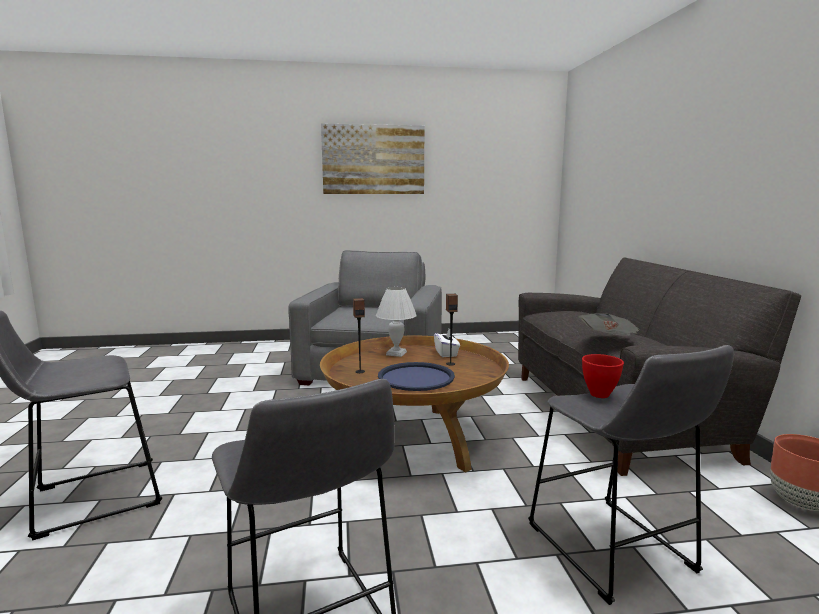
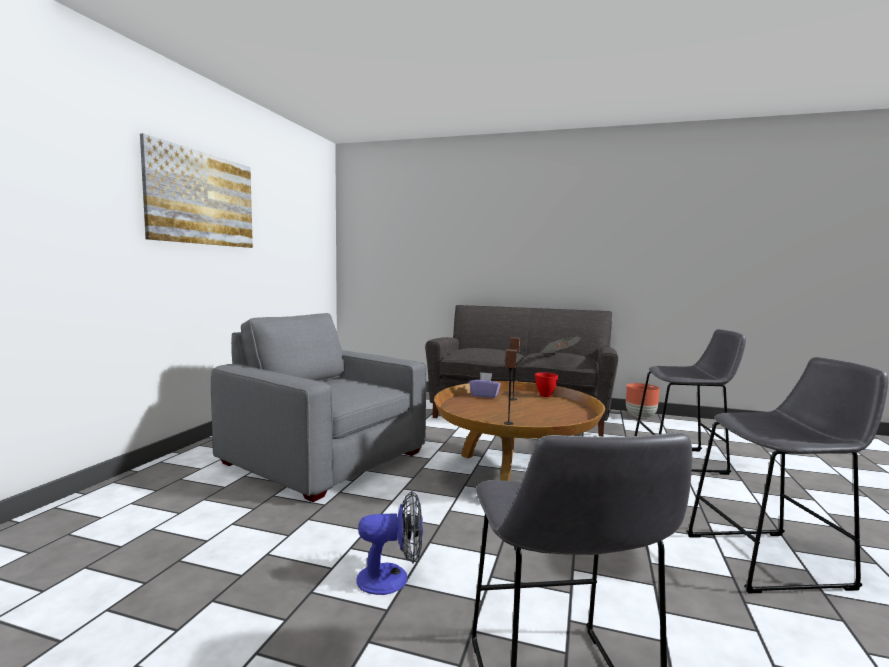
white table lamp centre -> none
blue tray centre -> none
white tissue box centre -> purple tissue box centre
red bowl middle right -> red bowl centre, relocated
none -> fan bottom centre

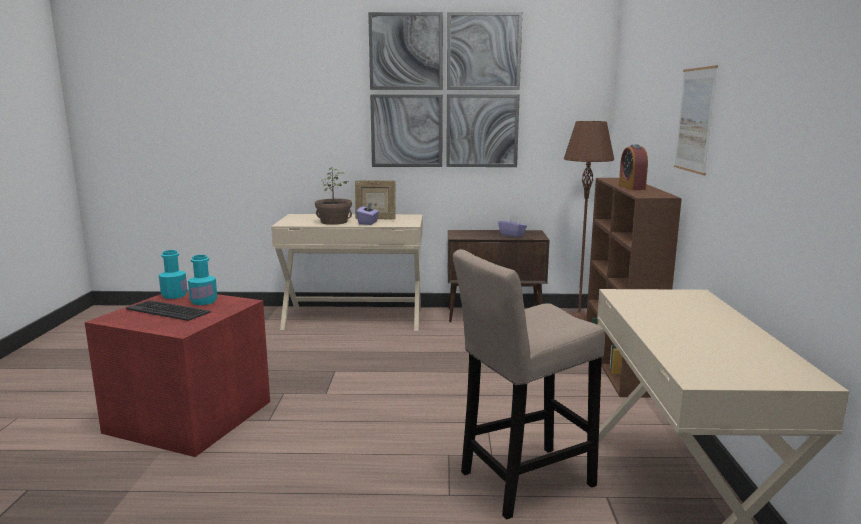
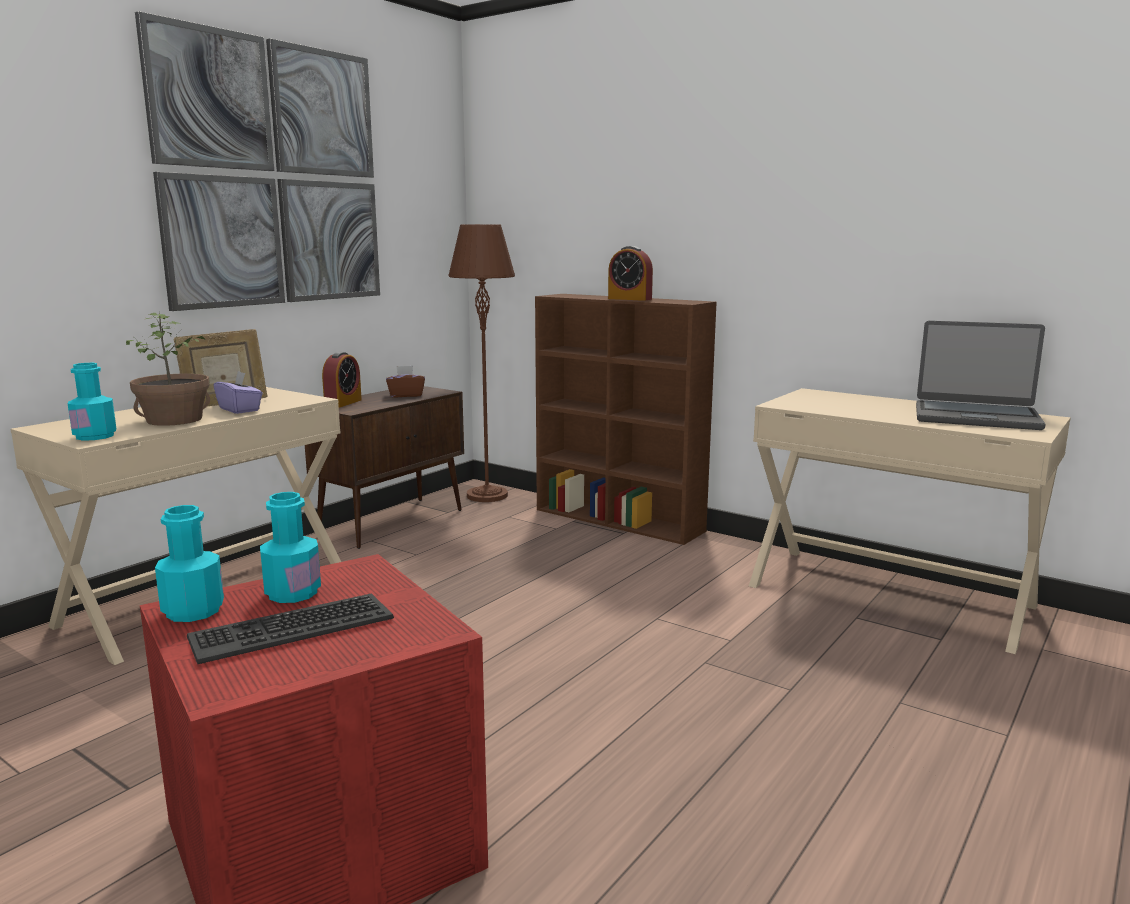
beige stool bottom centre -> none
purple tissue box (no. 2 from left) centre -> brown tissue box centre
picture (no. 2 from left) top right -> none
none -> turquoise bottle (no. 1 from left) middle left
none -> alarm clock (no. 1 from left) middle left
none -> laptop middle right

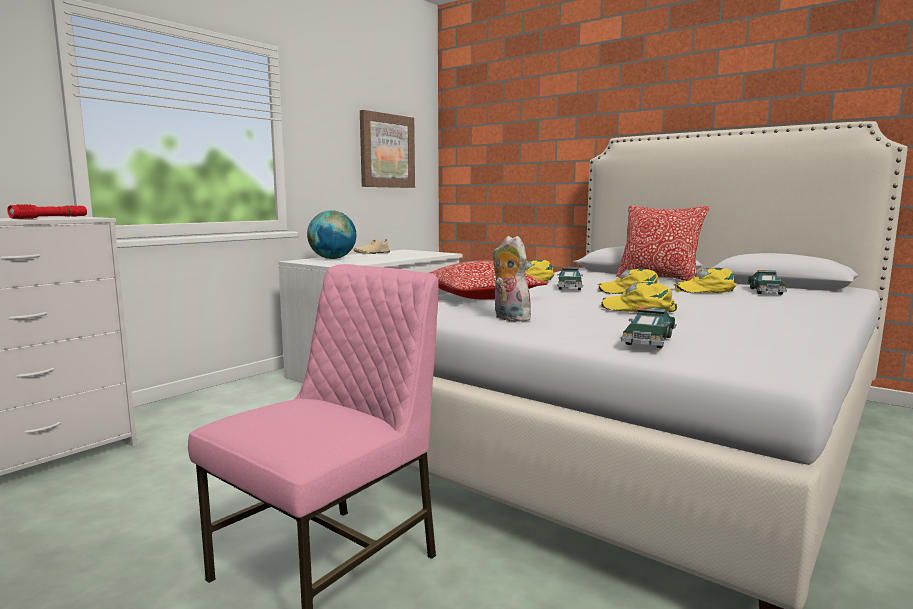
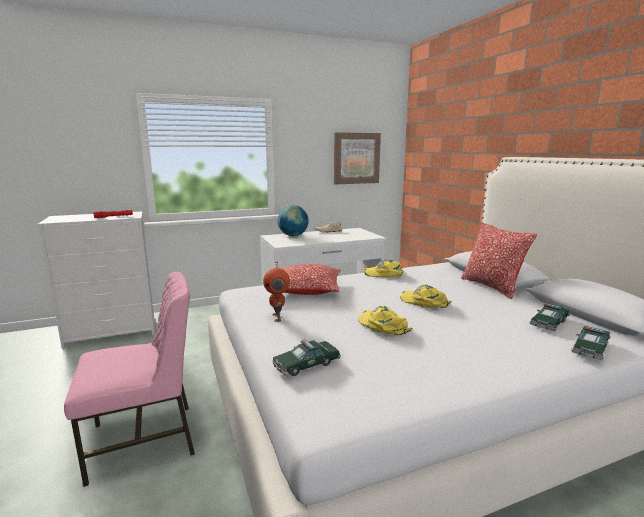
plush toy centre -> toy robot centre
toy car (no. 1 from left in the first image) centre -> toy car (no. 3 from left) middle right, relocated
yellow cap (no. 4 from left) middle right -> none

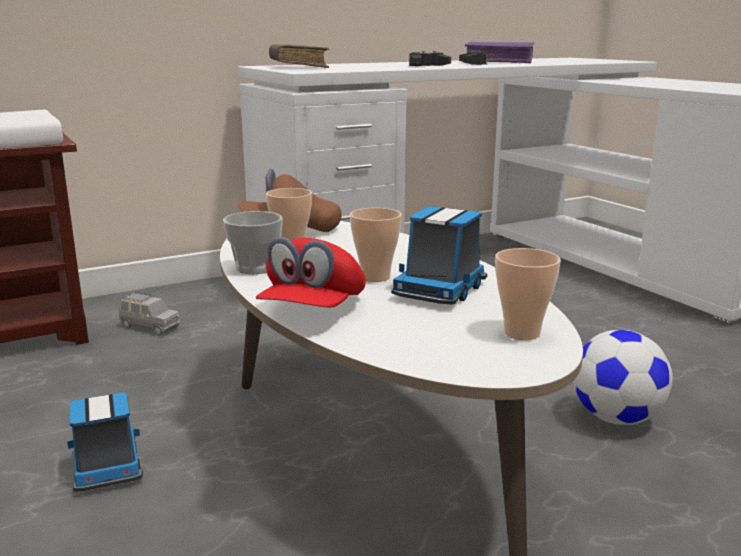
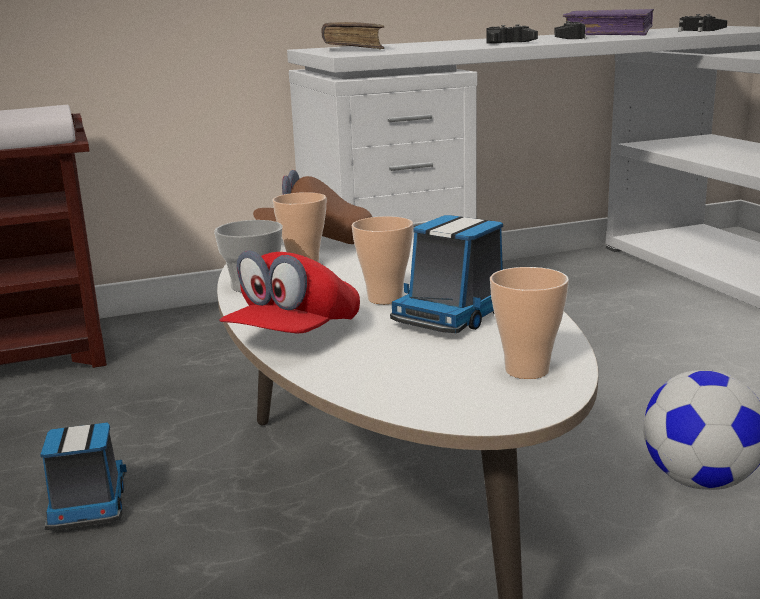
grey toy car middle left -> none
none -> black game controller (no. 3 from left) top right

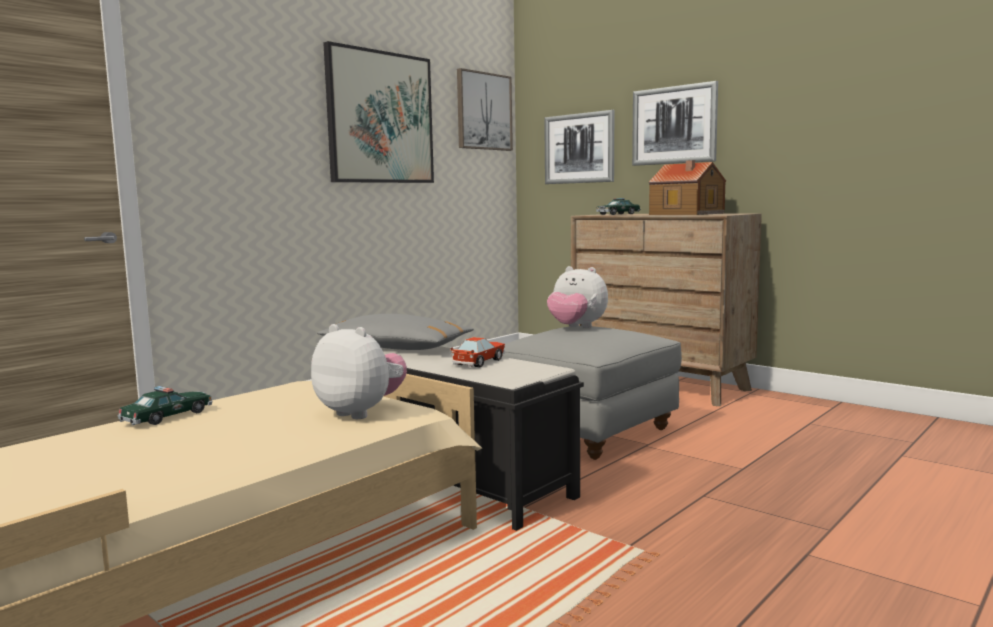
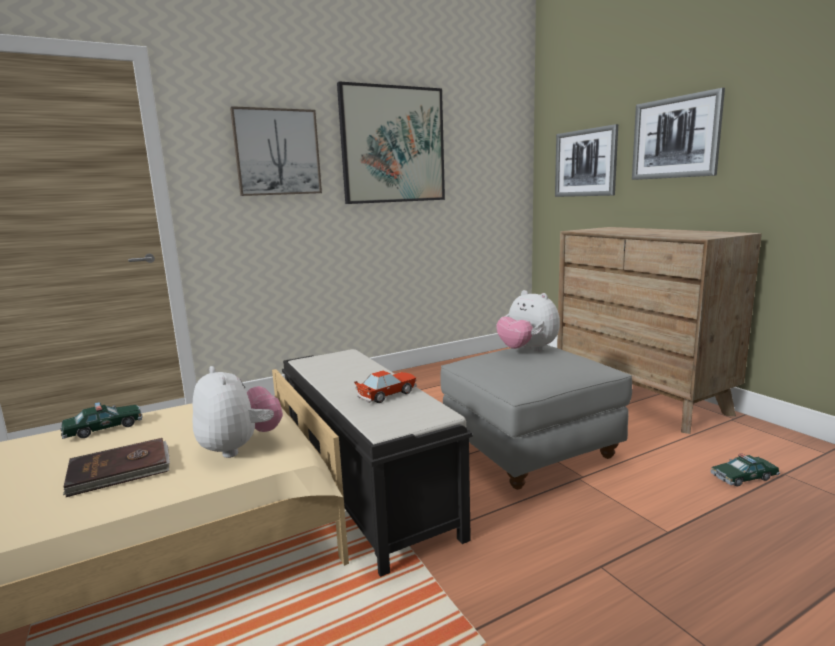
grey pillow centre -> none
picture (no. 2 from left in the first image) top centre -> picture (no. 1 from left) top left, relocated
toy car (no. 3 from left) top centre -> toy car (no. 3 from left) bottom right, relocated
toy house top right -> none
none -> brown book bottom left

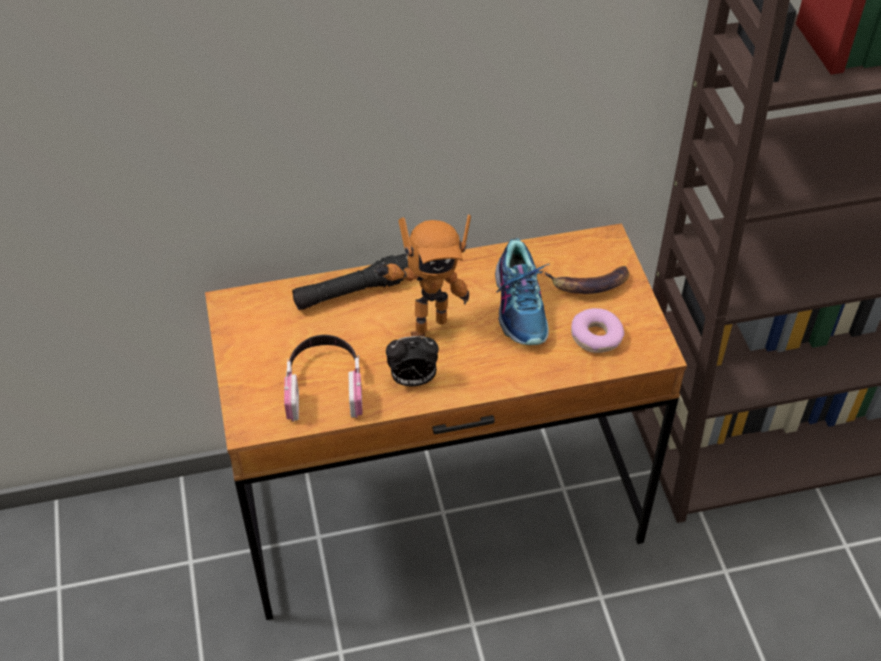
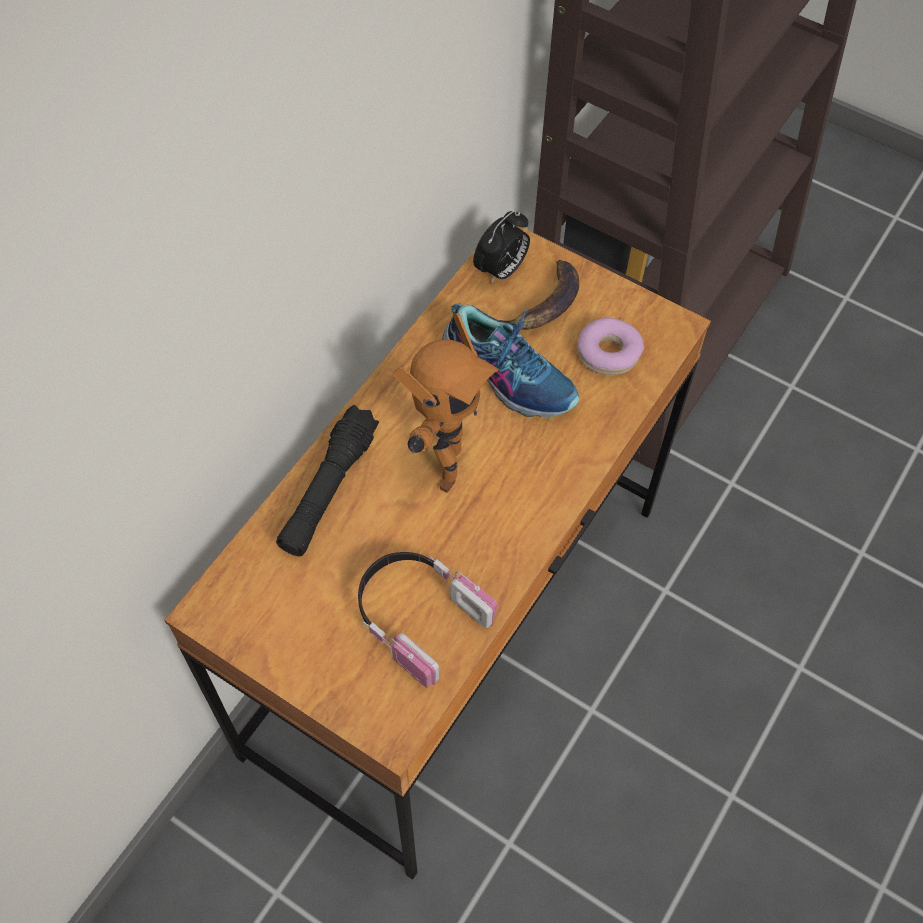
alarm clock centre -> alarm clock top centre, relocated

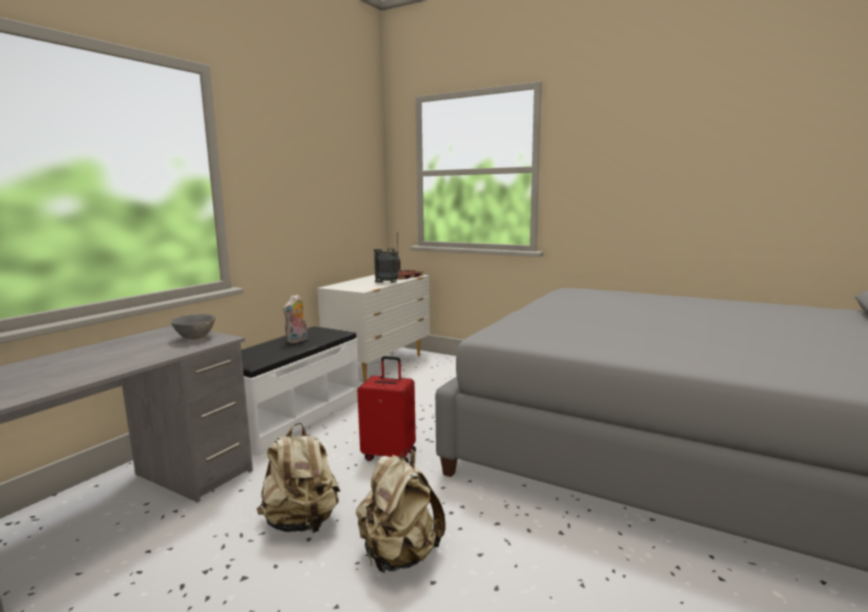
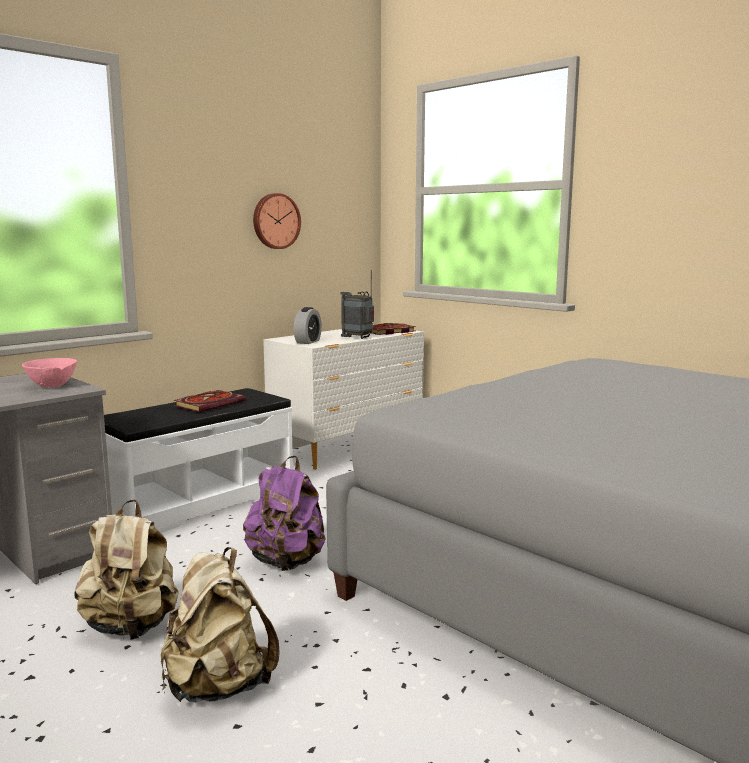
grey bowl middle left -> pink bowl middle left
plush toy centre -> book (no. 1 from left) middle left
red suitcase bottom centre -> purple backpack bottom centre
none -> wall clock top centre
none -> alarm clock centre

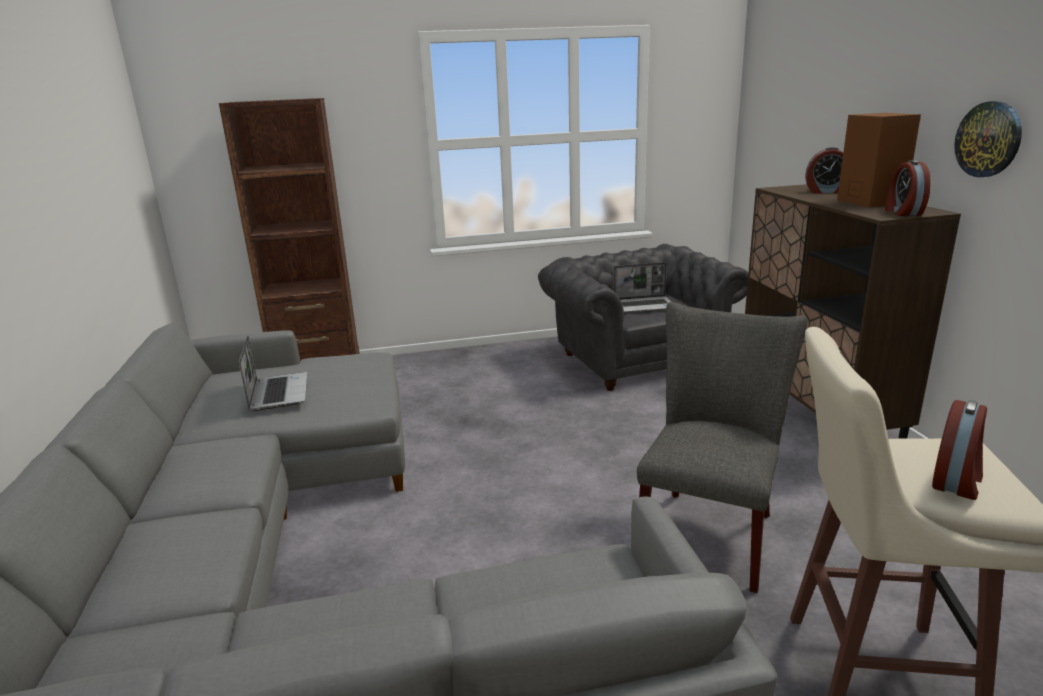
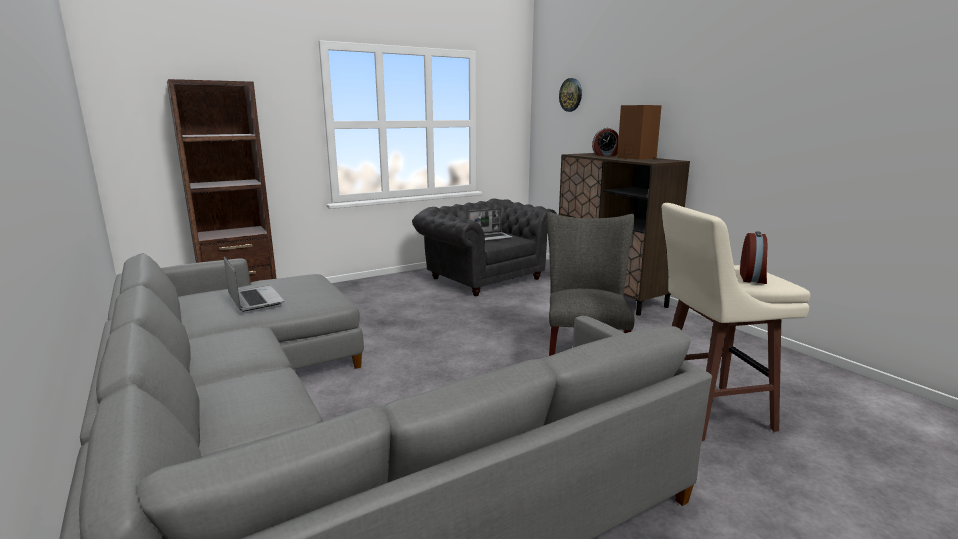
alarm clock (no. 2 from left) top right -> none
wall clock top right -> wall clock top centre, relocated

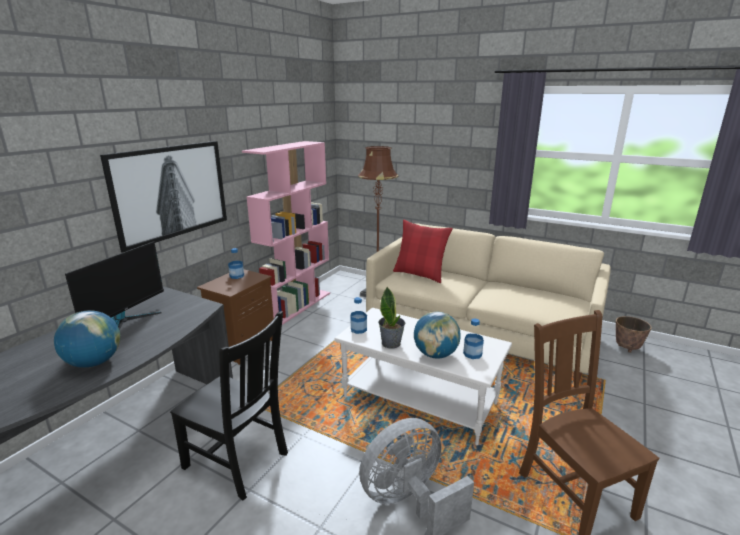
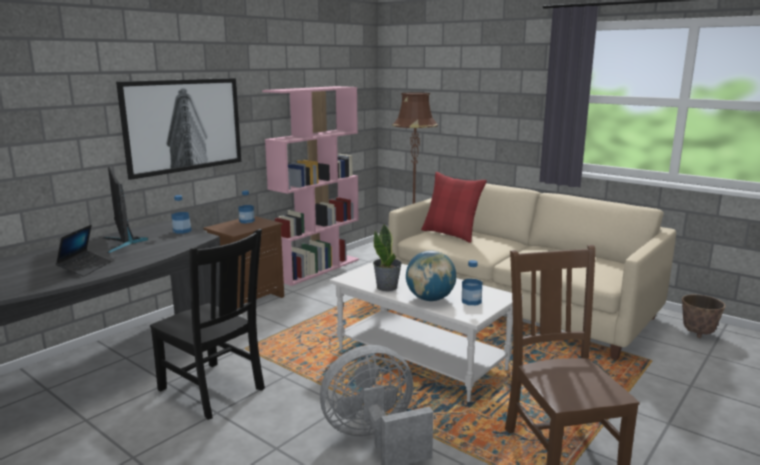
globe (no. 1 from left) middle left -> laptop middle left
monitor middle left, 120 degrees clockwise
bottle (no. 2 from left in the first image) centre -> bottle (no. 1 from left) middle left, relocated

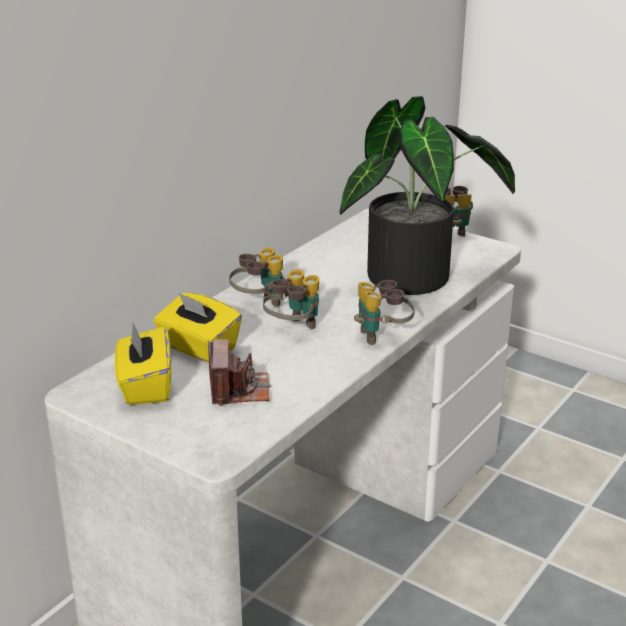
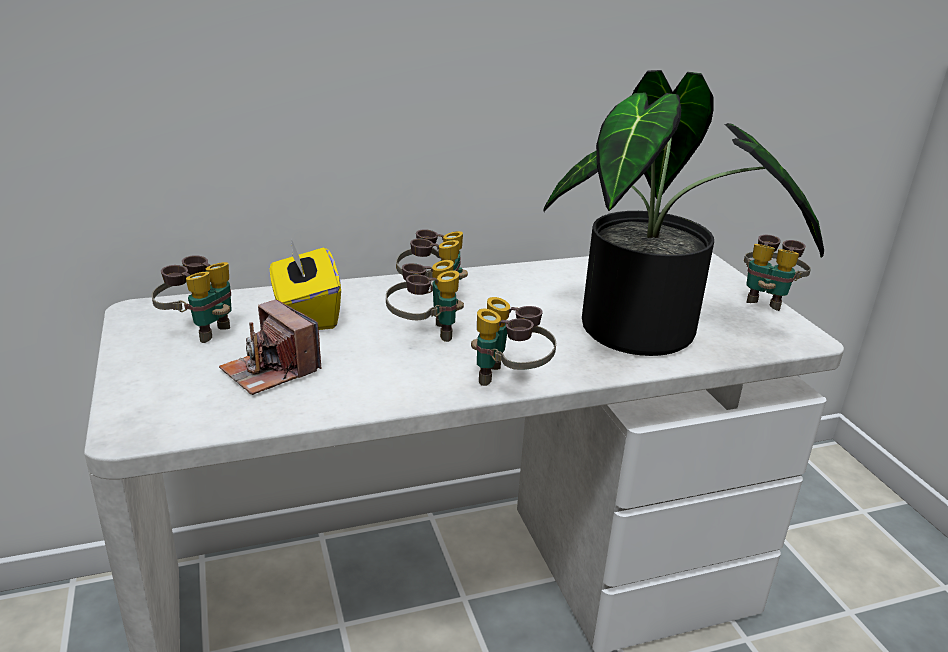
yellow tissue box (no. 1 from left) middle left -> binoculars (no. 1 from left) middle left
photo camera centre -> photo camera middle left, 105 degrees clockwise

